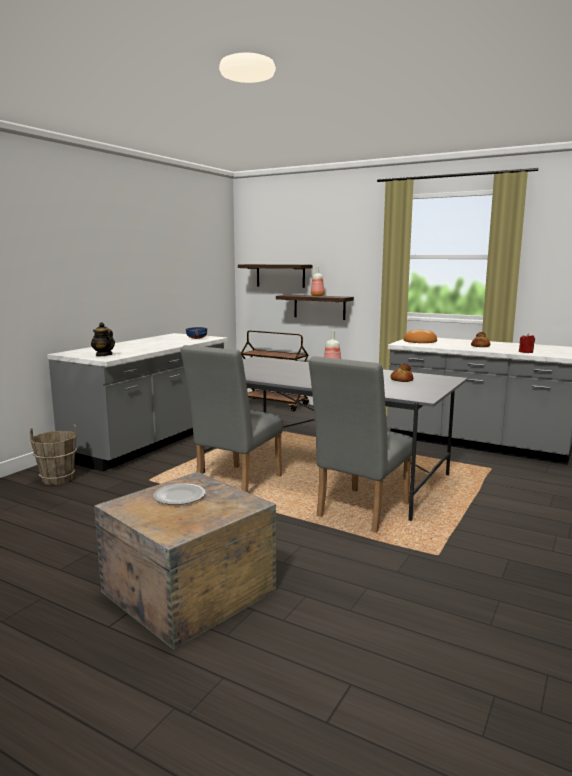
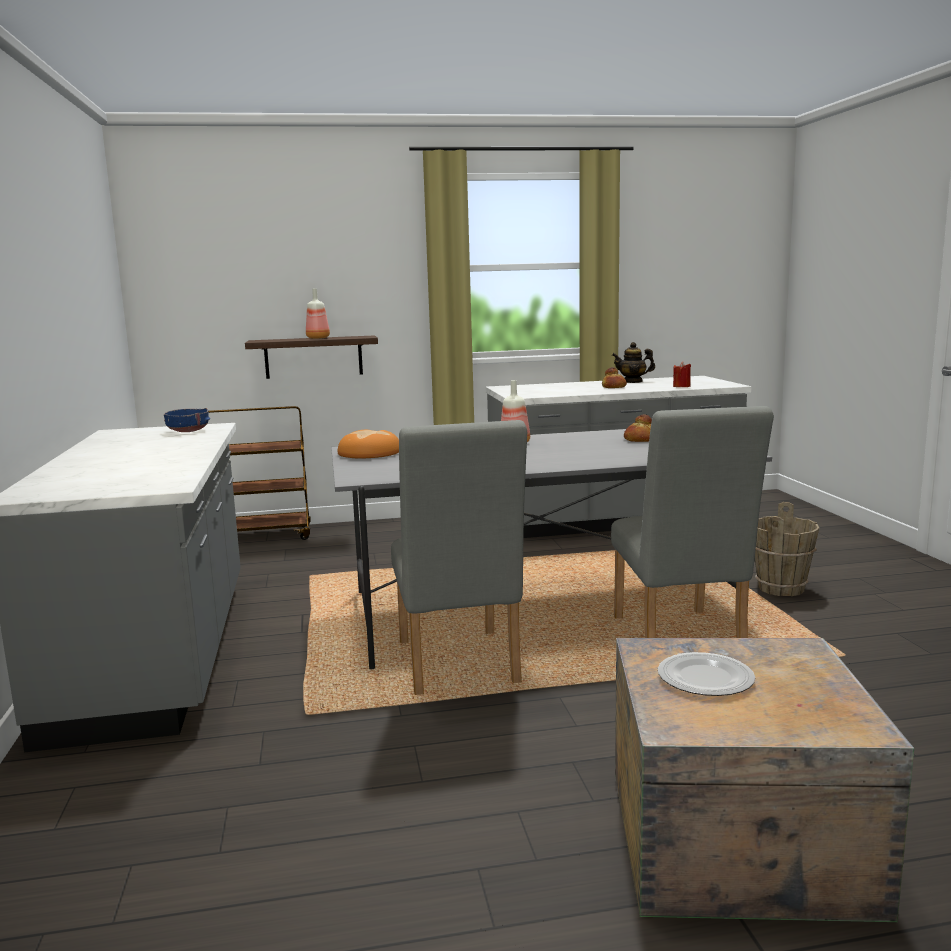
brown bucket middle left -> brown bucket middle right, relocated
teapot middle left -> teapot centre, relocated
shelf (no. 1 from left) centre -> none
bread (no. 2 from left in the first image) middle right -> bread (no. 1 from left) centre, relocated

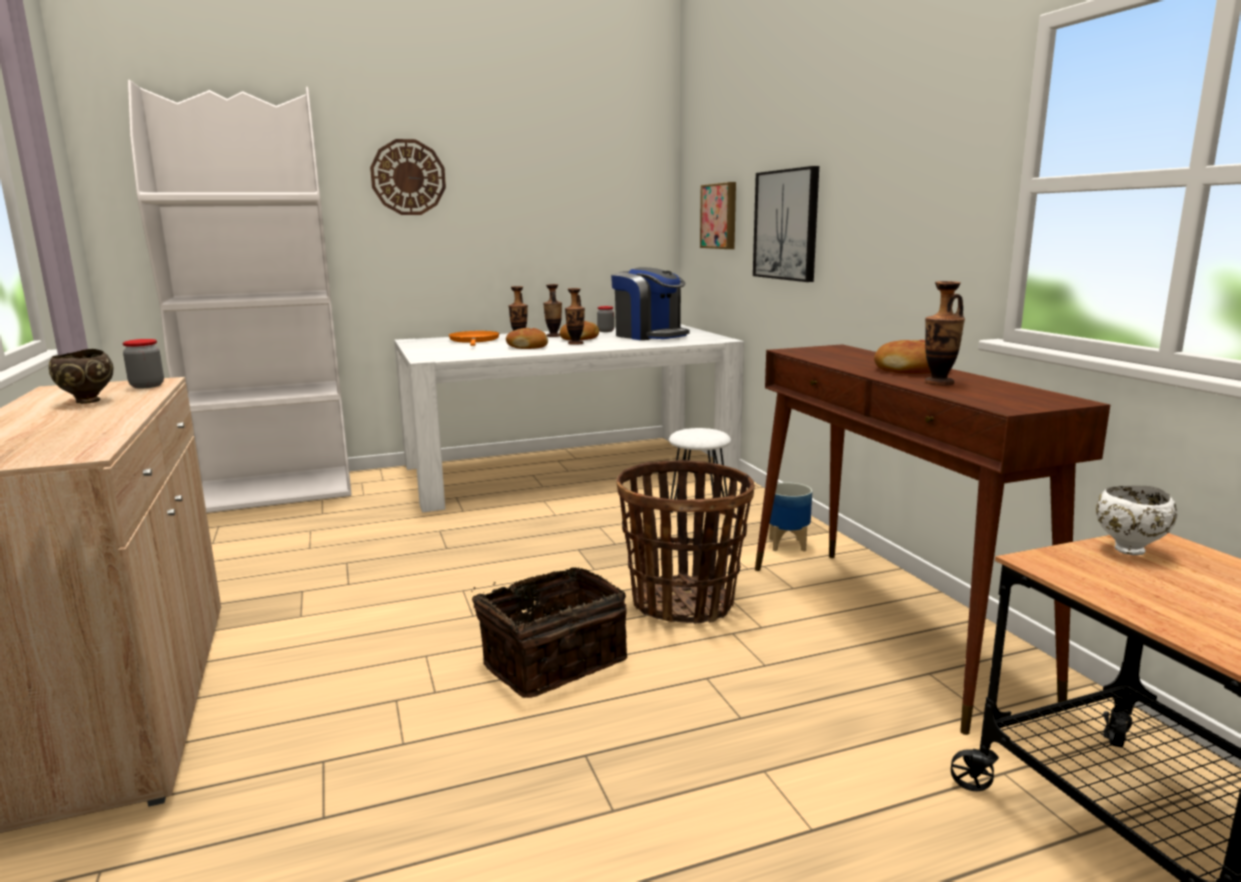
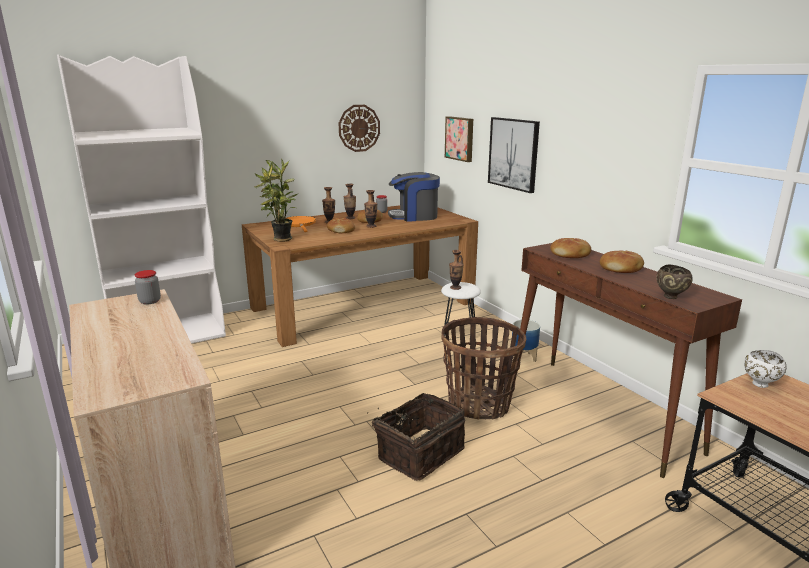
brown bowl middle left -> brown bowl middle right, relocated
wall clock top left -> wall clock top centre, relocated
white dining table centre -> brown dining table centre
coffee machine centre, 135 degrees clockwise
vase (no. 4 from left) middle right -> vase (no. 4 from left) centre, relocated
none -> potted plant centre
none -> bread (no. 3 from left) middle right

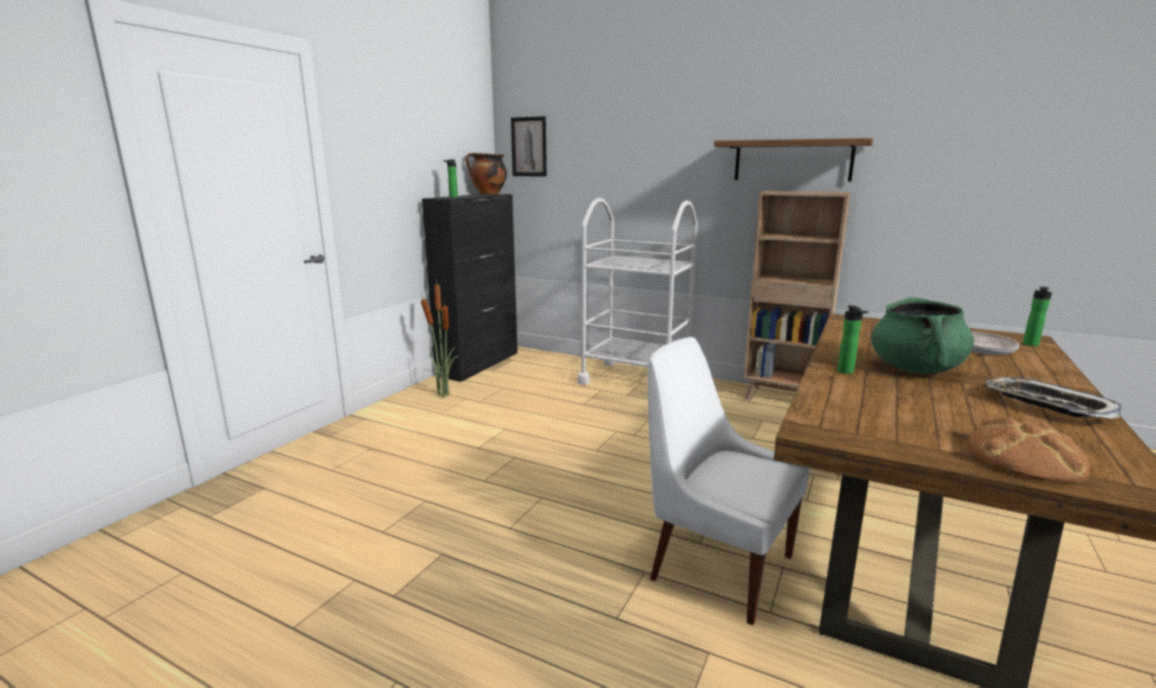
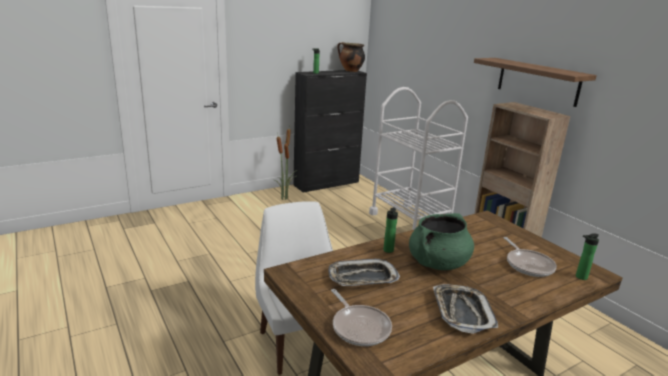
picture top centre -> none
bread middle right -> frying pan (no. 1 from left) bottom centre
none -> tray (no. 1 from left) bottom centre

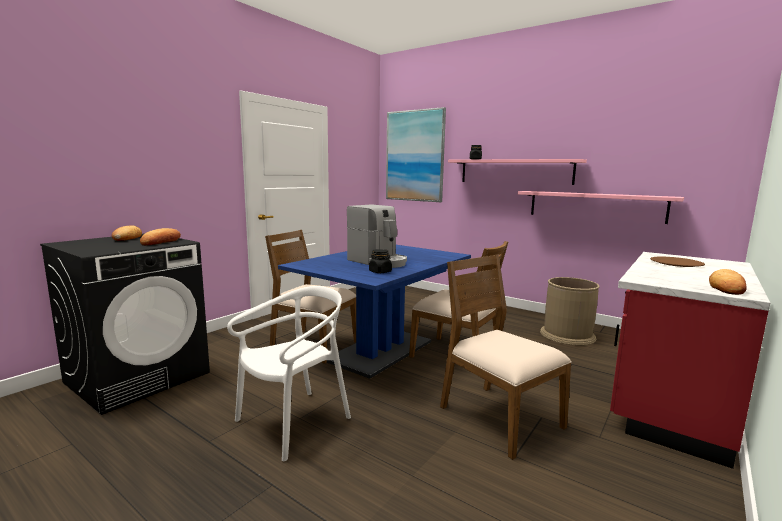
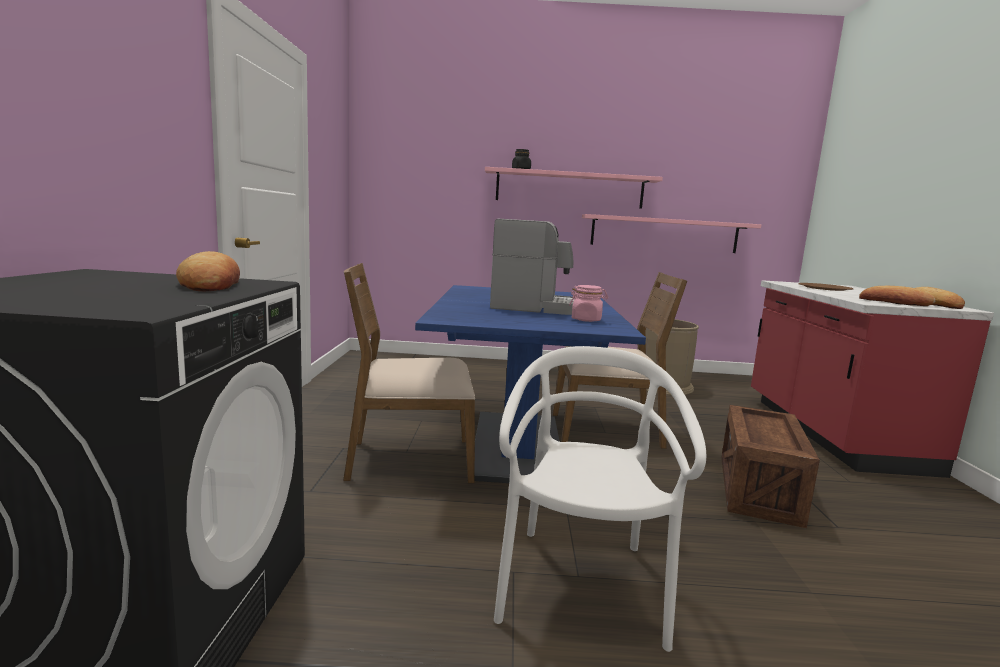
bread (no. 1 from left in the first image) middle left -> bread (no. 2 from left) middle right, relocated
black jar (no. 1 from left) centre -> pink jar centre
picture top centre -> none
brown chair (no. 3 from left) bottom centre -> crate bottom right

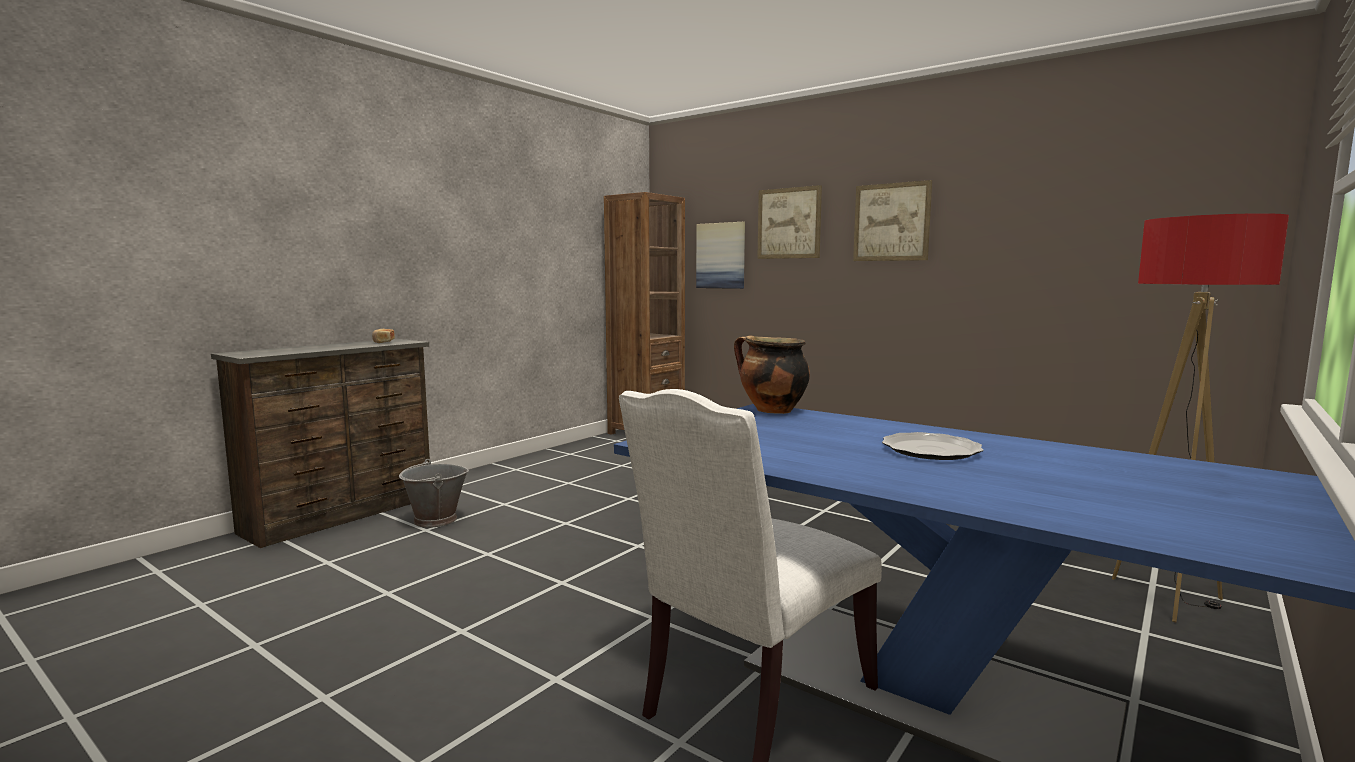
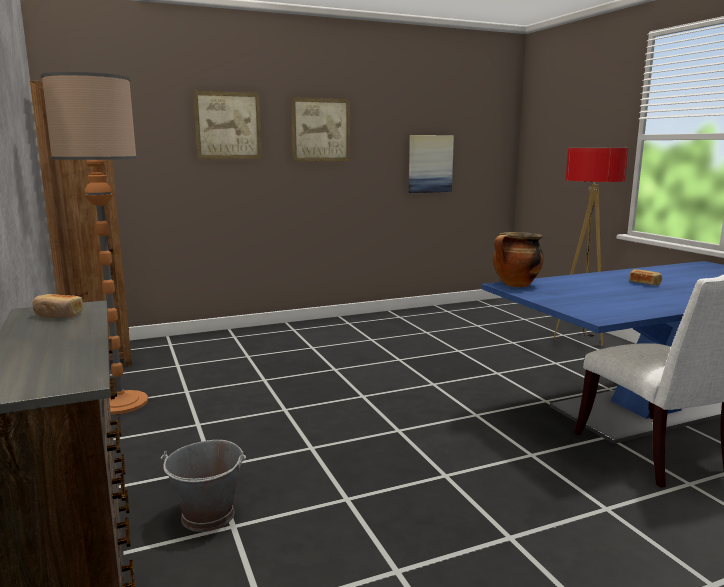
picture (no. 1 from left in the first image) centre -> picture (no. 3 from left) top centre, relocated
plate middle right -> bread (no. 2 from left) middle right
none -> floor lamp (no. 1 from left) middle left

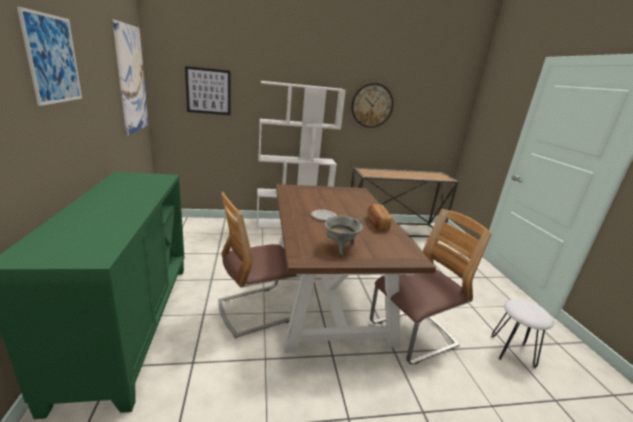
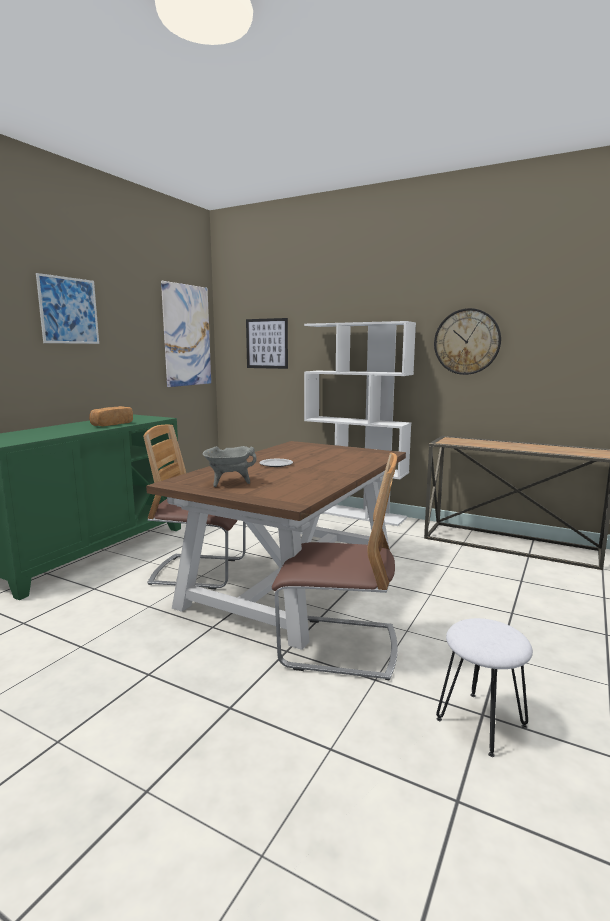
bread centre -> bread middle left, relocated

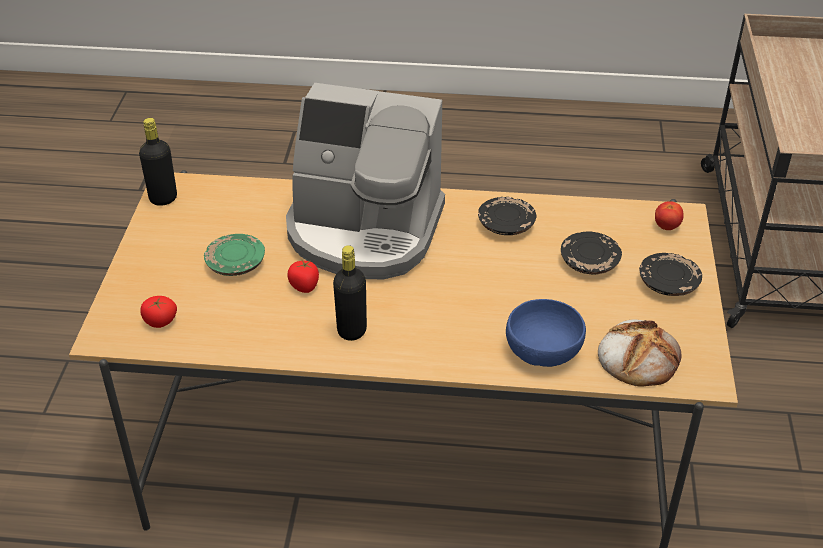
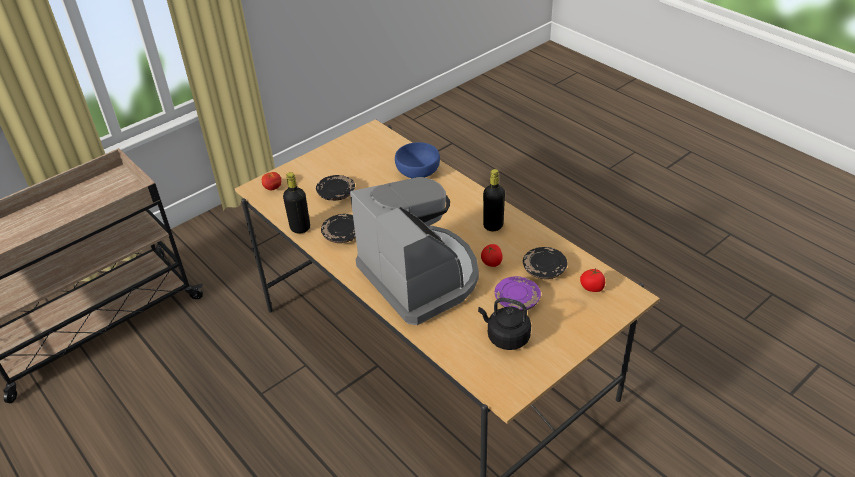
black bottle (no. 1 from left) top left -> black bottle (no. 1 from left) centre, relocated
green plate middle left -> purple plate centre
bread middle right -> none
black plate (no. 3 from left) middle right -> black plate (no. 3 from left) centre, relocated
none -> black kettle bottom centre

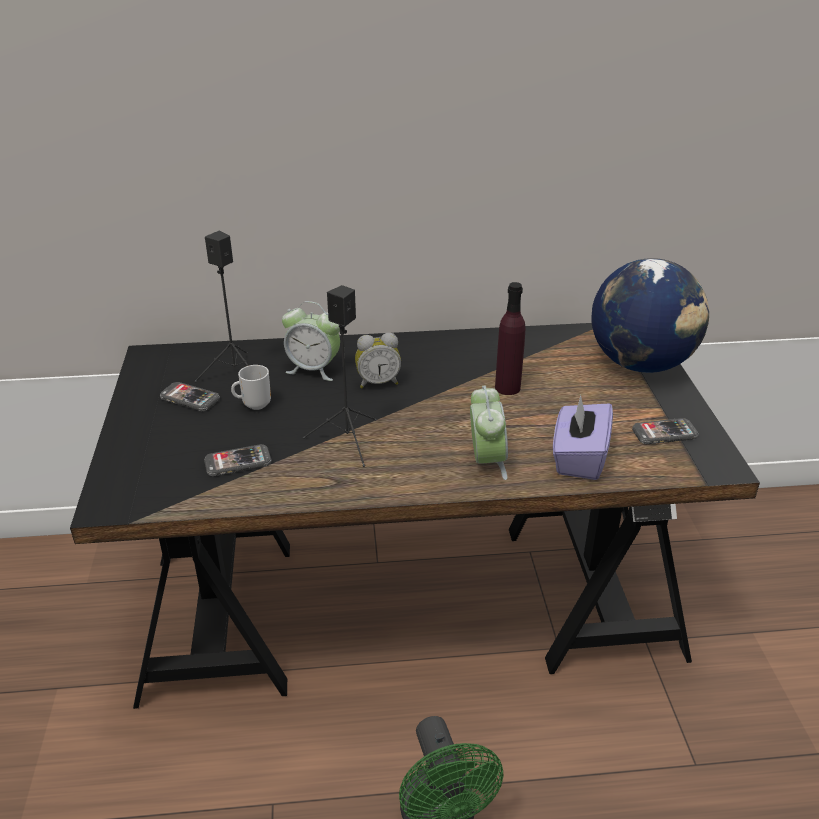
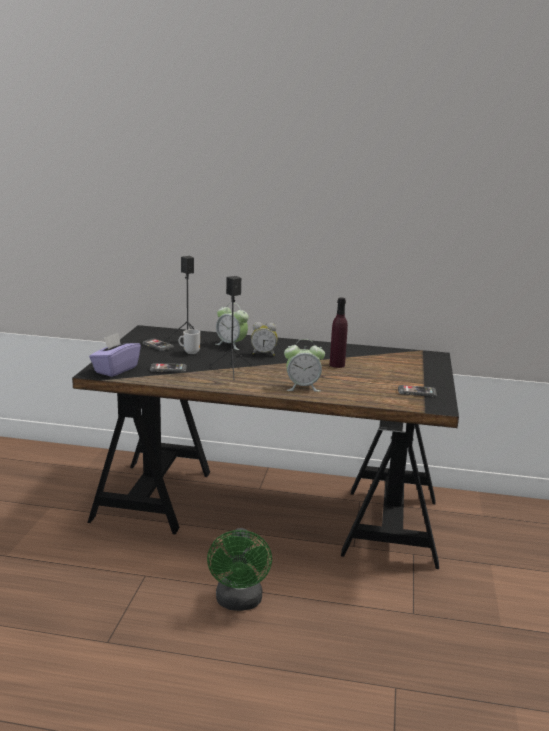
alarm clock (no. 3 from left) centre, 75 degrees clockwise
purple tissue box middle right -> purple tissue box middle left, relocated
globe middle right -> none

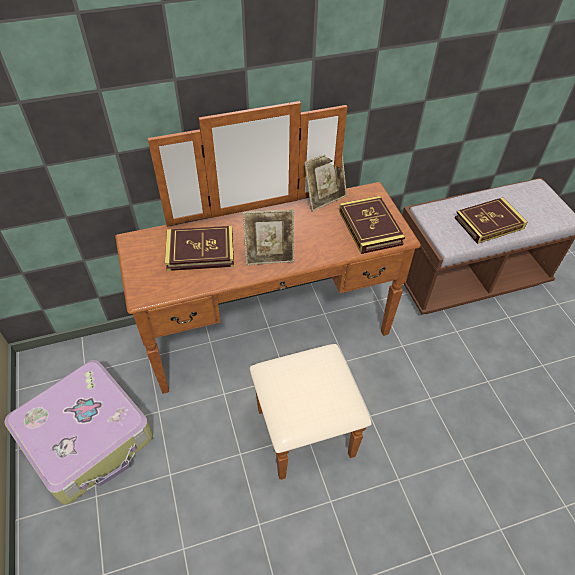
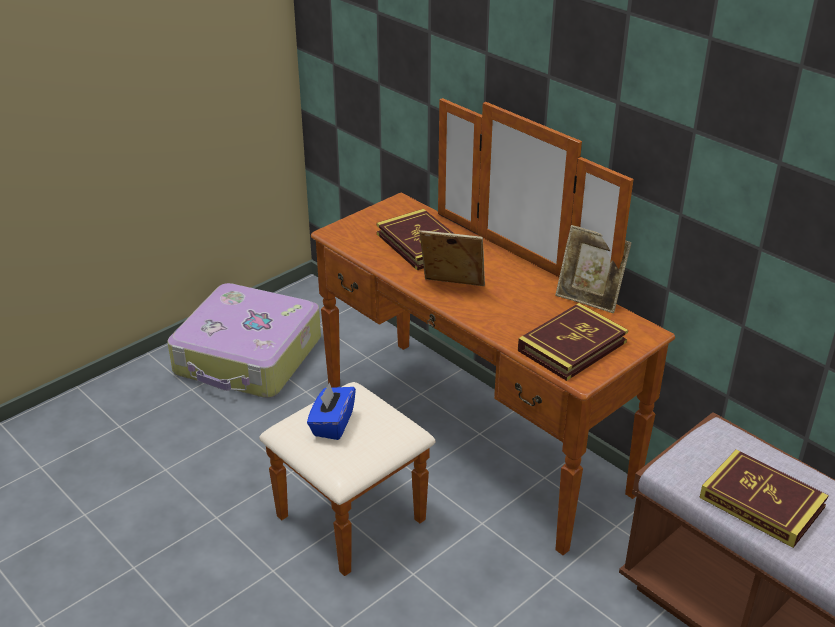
picture frame (no. 1 from left) centre, 135 degrees clockwise
none -> blue tissue box centre

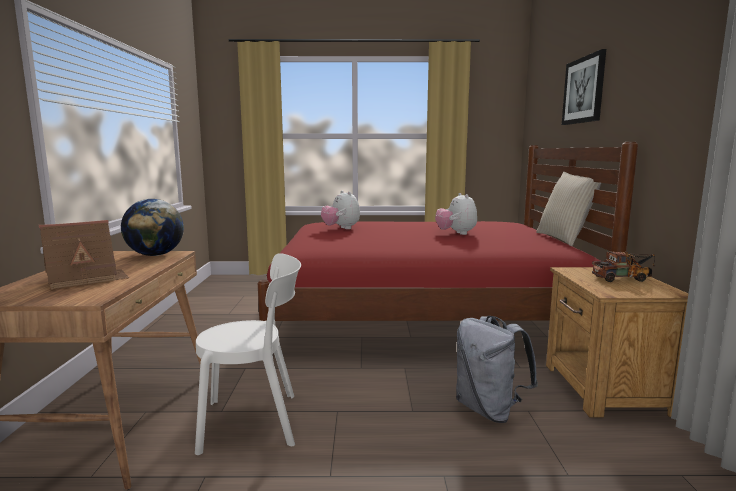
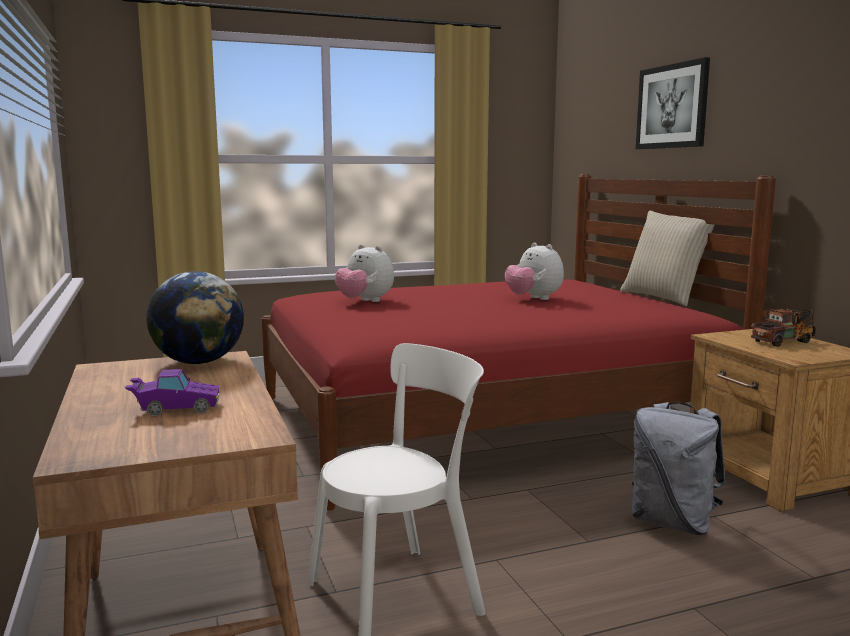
toy house middle left -> purple toy car middle left

